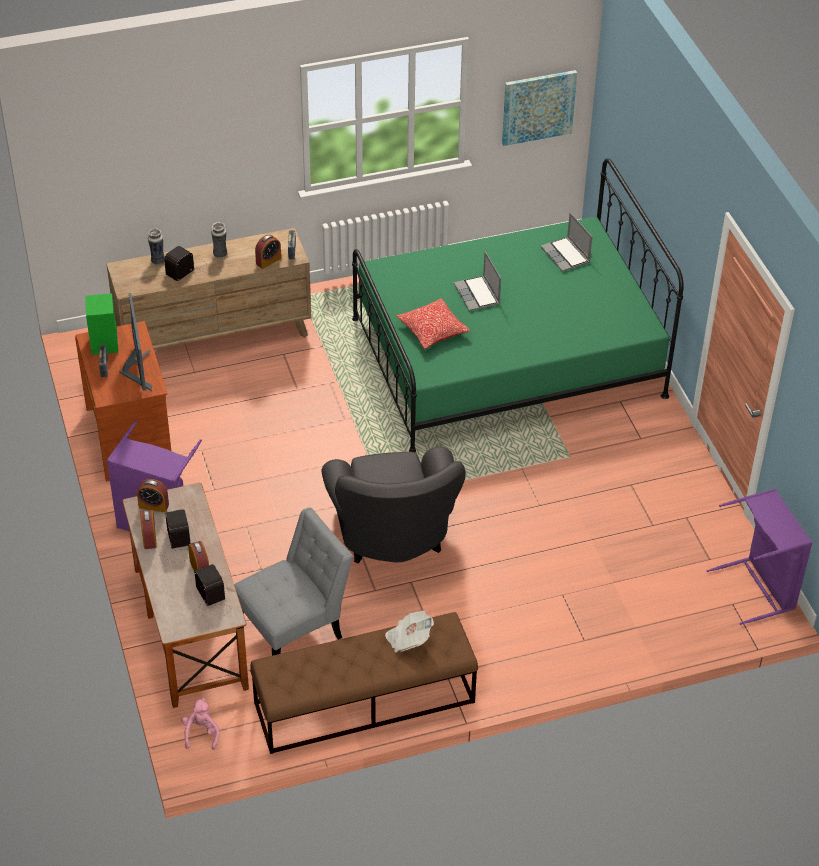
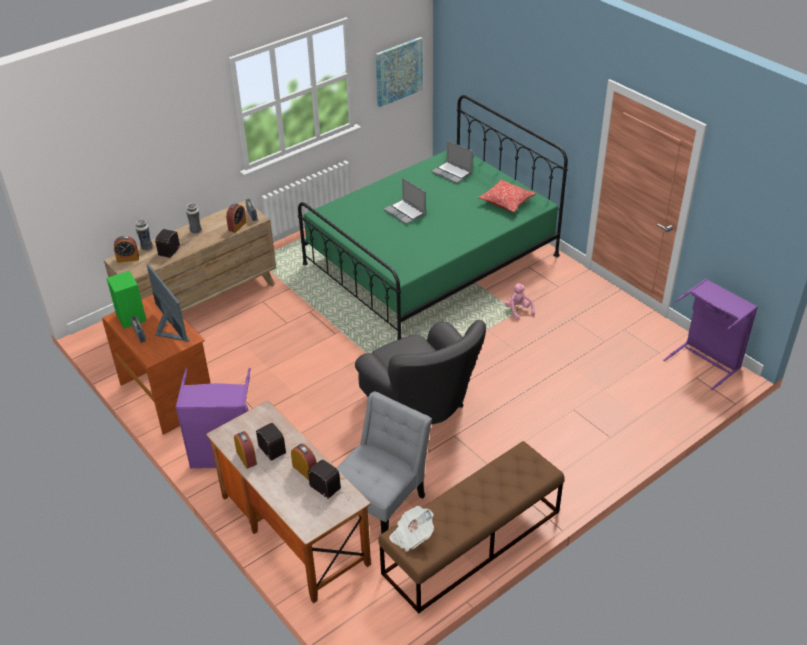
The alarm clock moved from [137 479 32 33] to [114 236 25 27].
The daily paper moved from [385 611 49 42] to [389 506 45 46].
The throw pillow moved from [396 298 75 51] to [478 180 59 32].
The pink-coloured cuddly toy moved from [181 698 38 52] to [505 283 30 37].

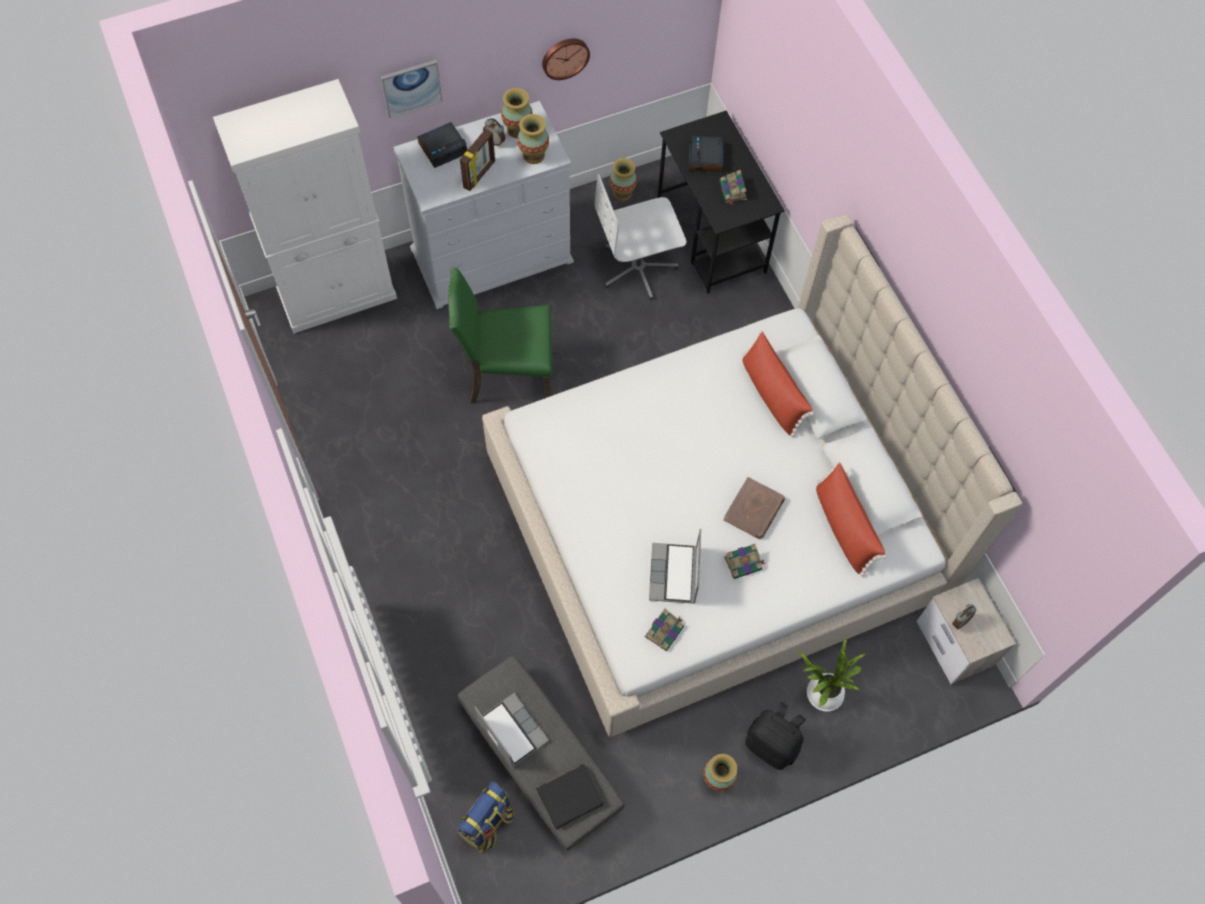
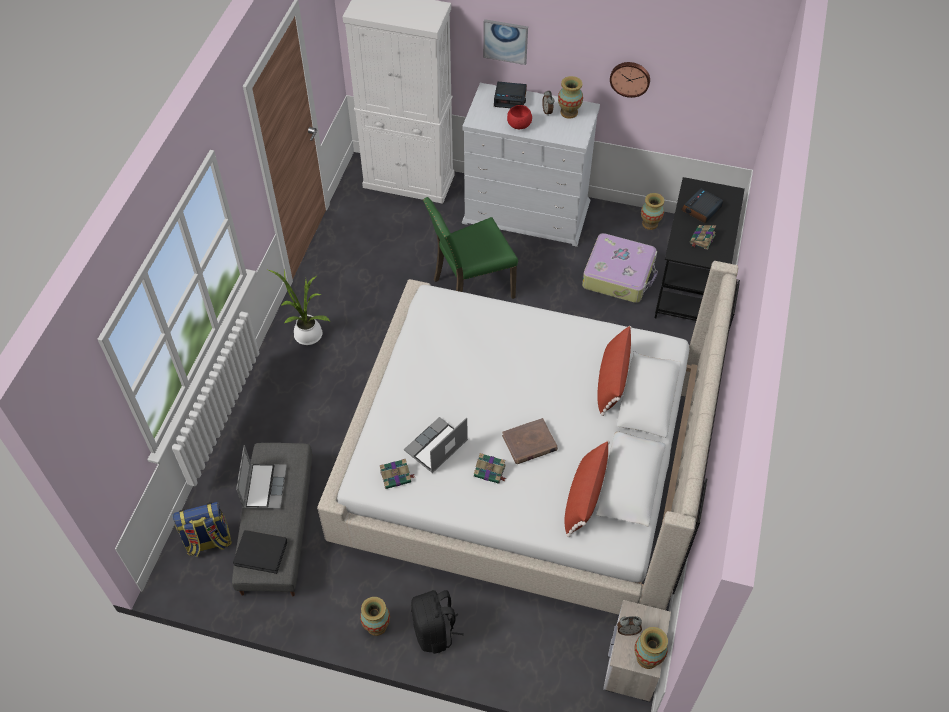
The houseplant moved from [798 637 68 74] to [268 269 62 76].
The green chair at [448 268 104 135] turned 60 degrees counterclockwise.
The picture frame at [460 129 35 62] was replaced by the red-coloured serving bowl at [507 105 25 24].
The white-coloured computer chair at [595 174 91 126] was replaced by the suitcase at [582 233 76 70].
The flower vase moved from [517 114 32 50] to [634 627 34 42].

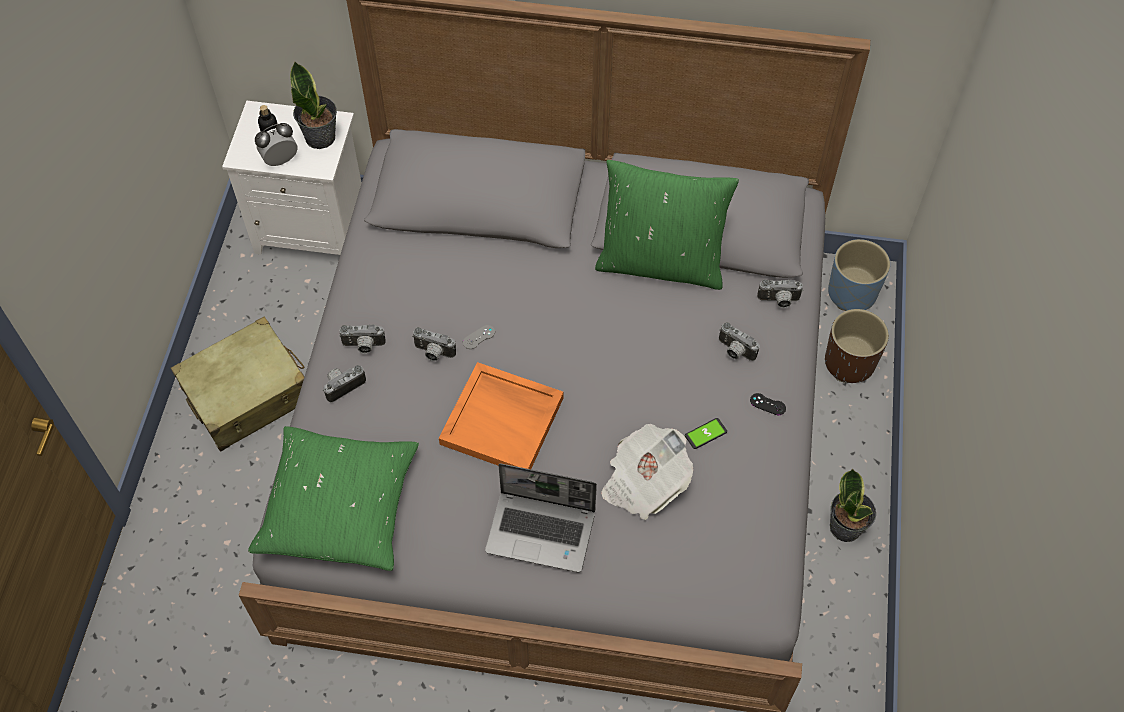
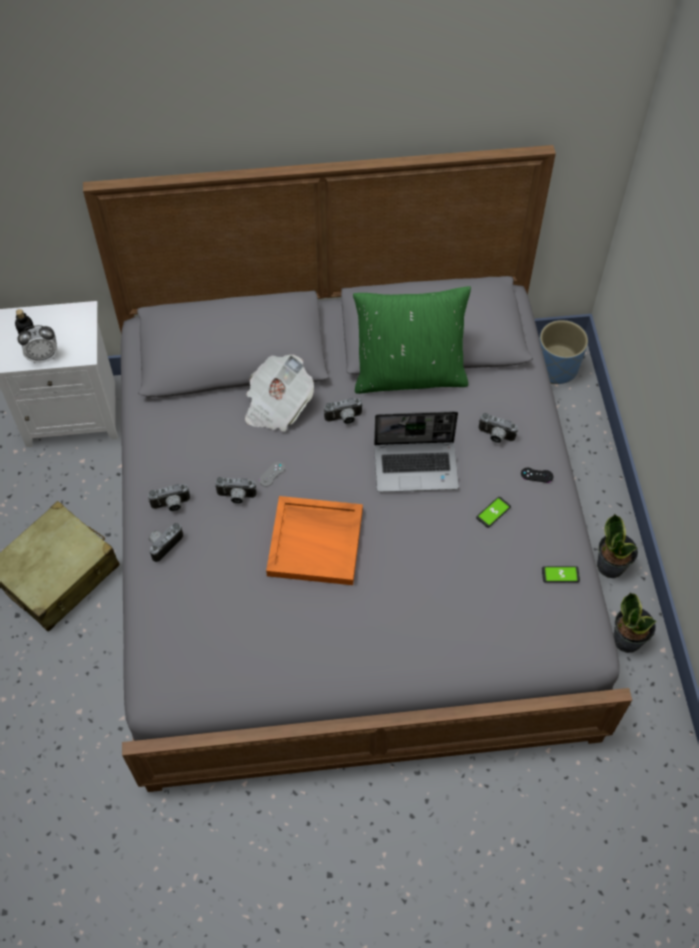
The alarm clock at [255 123 43 43] turned 150 degrees counterclockwise.
The daily paper moved from [601 424 92 96] to [245 355 69 77].
The still camera moved from [757 279 46 29] to [324 398 39 26].
The laptop moved from [485 464 112 108] to [374 411 85 81].
The telephone at [542 566 38 17] appeared.
The houseplant moved from [290 62 47 87] to [613 592 43 61].
The green throw pillow at [248 426 171 145] disappeared.
The brown planter at [825 309 64 74] disappeared.

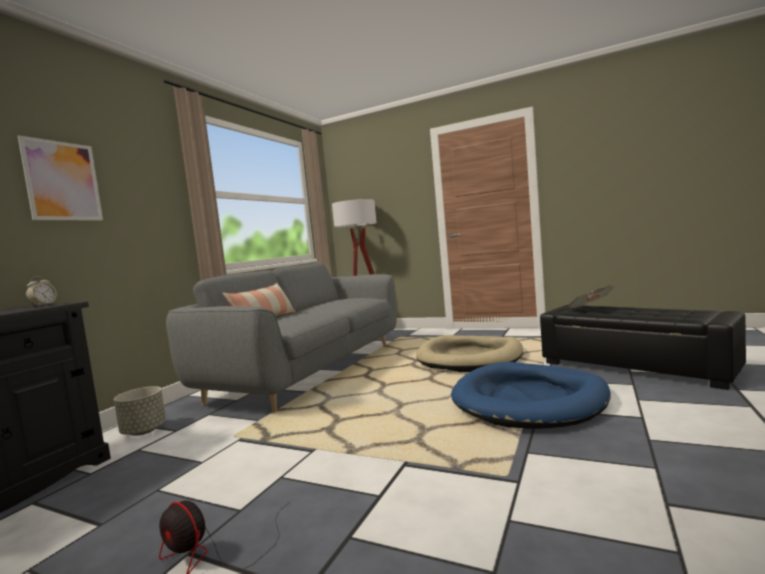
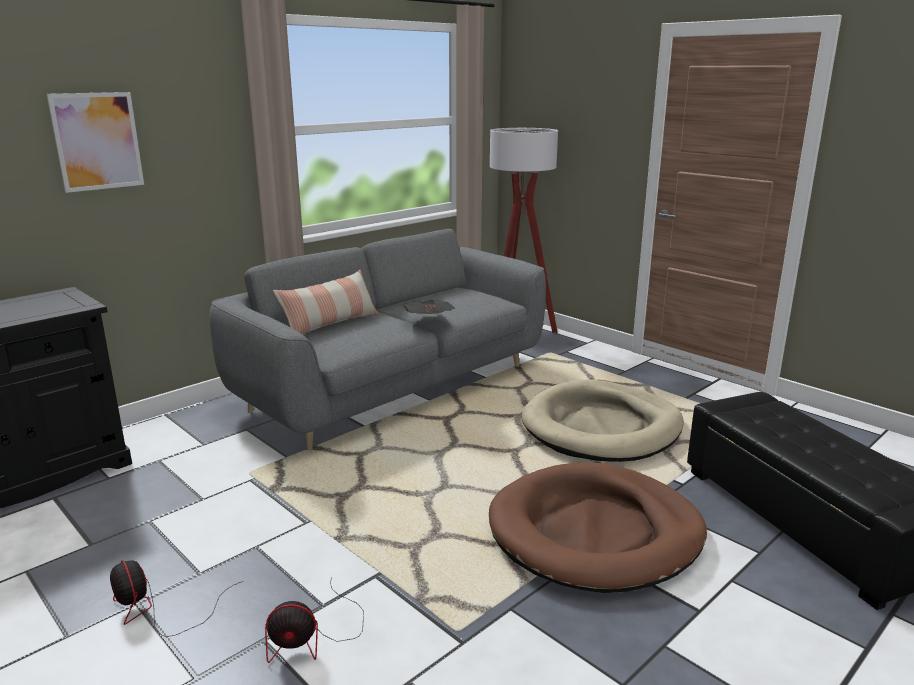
The cooling fan at [265 577 99 86] appeared.
The daily paper moved from [566 285 48 23] to [401 300 54 14].
The blue dog bed at [451 362 159 67] became the brown dog bed at [489 462 218 131].
The alarm clock at [26 276 31 30] disappeared.
The greyish planter at [114 386 52 50] disappeared.

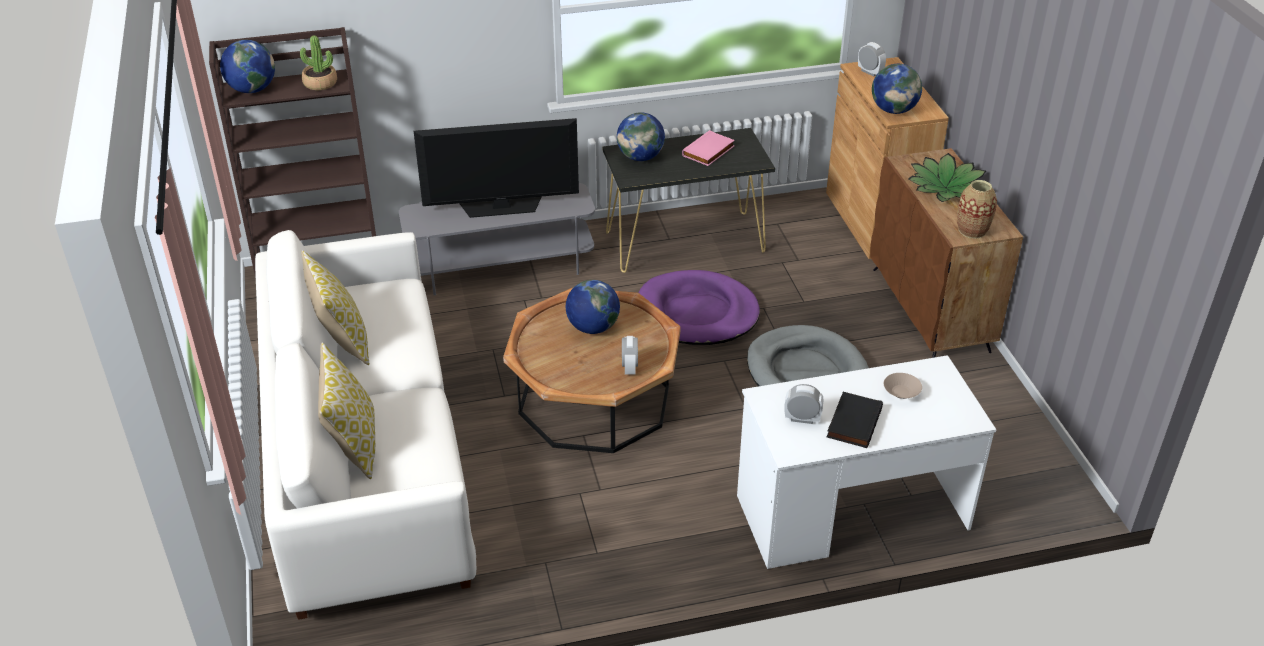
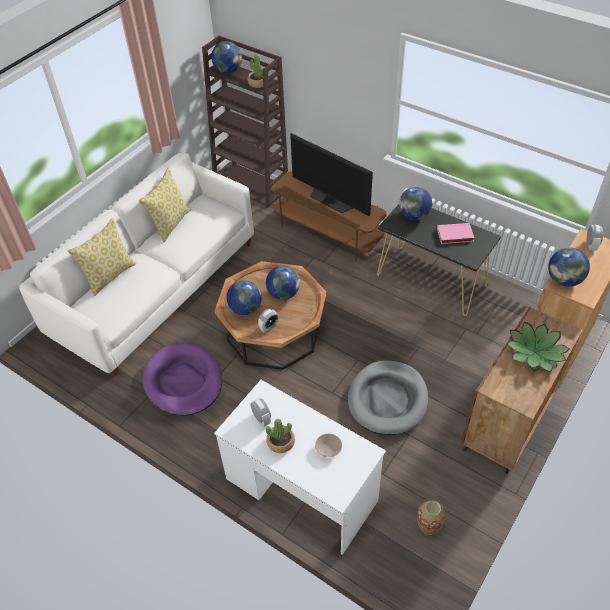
The purple dog bed moved from [638 270 122 75] to [143 342 79 74].
The desk globe at [227 280 34 35] appeared.
The black bound book at [827 392 56 56] was replaced by the houseplant at [266 419 29 34].
The greyish tv unit at [399 183 196 113] became the brown tv unit at [271 172 116 90].
The flower vase moved from [957 180 40 59] to [417 500 28 35].

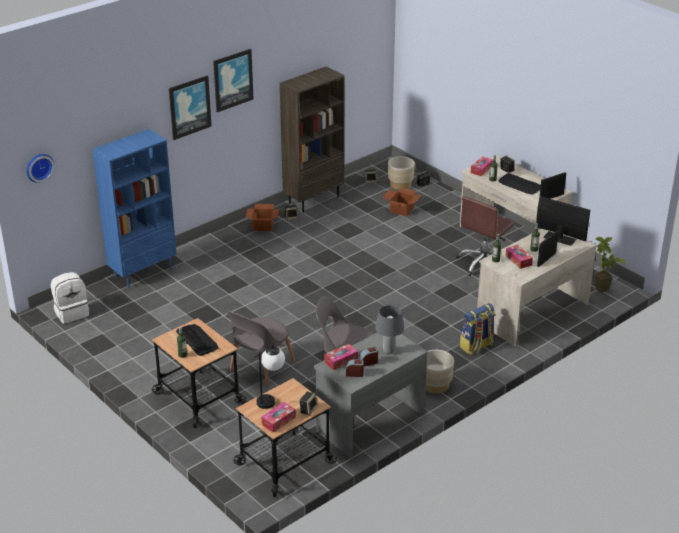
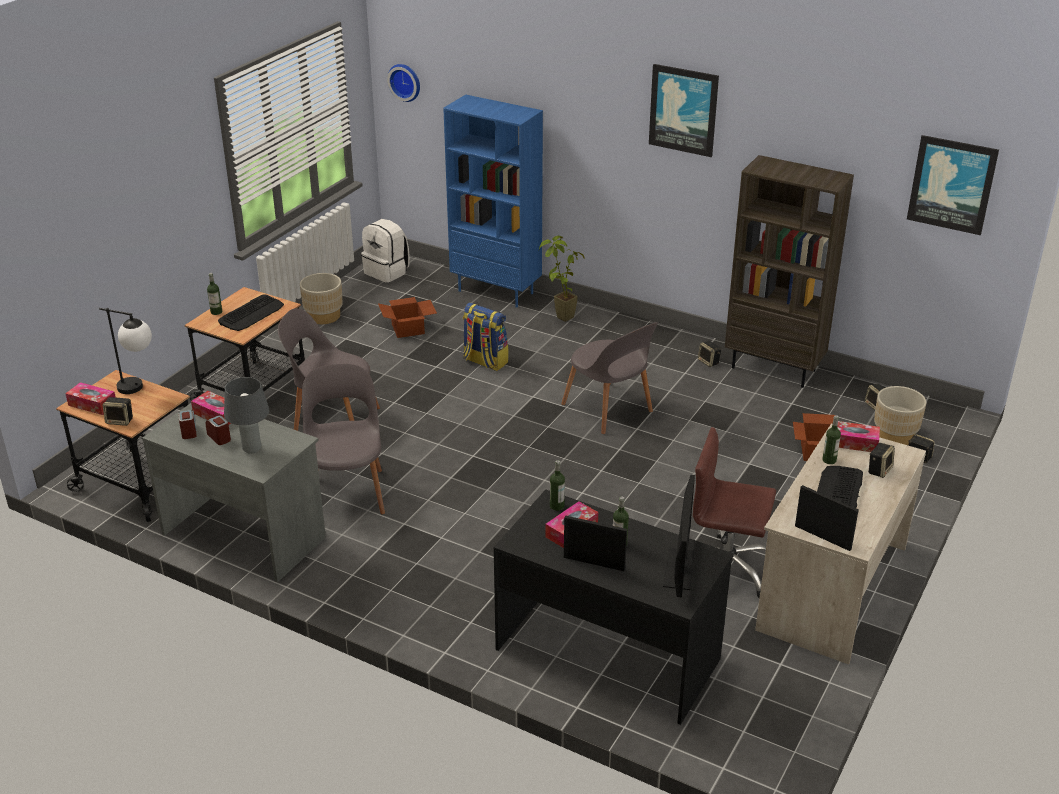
The sand-coloured planter moved from [426 350 28 44] to [300 273 42 51].
The packing box moved from [245 204 34 27] to [378 297 59 41].
The rucksack moved from [460 303 35 52] to [463 302 45 69].
The sand-coloured desk at [477 229 120 118] became the black desk at [494 490 240 235].
The houseplant moved from [595 237 31 56] to [539 236 45 86].
The greyish chair at [561 322 97 112] appeared.
The picture moved from [169 75 43 65] to [907 135 92 100].

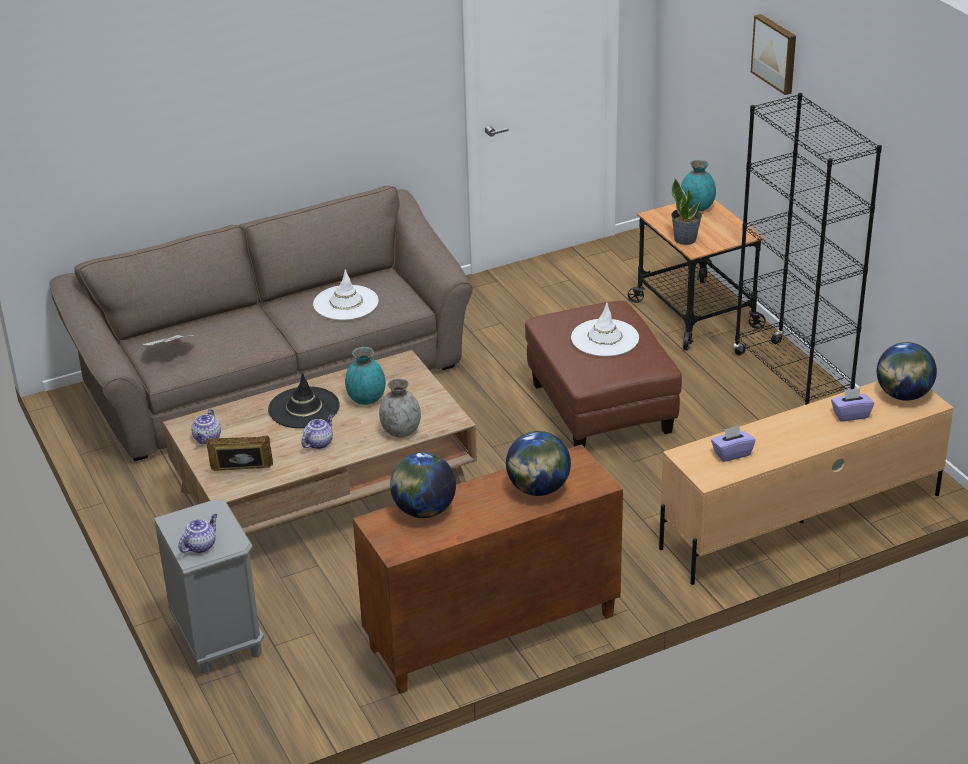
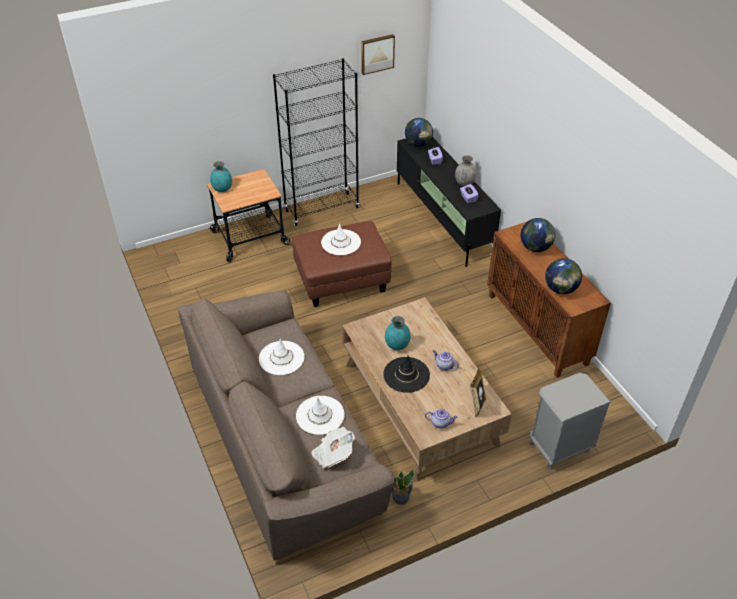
The white-coloured clothing hat at [296 396 49 39] appeared.
The picture moved from [751 14 45 81] to [361 34 34 41].
The houseplant moved from [671 179 31 66] to [391 470 23 35].
The sand-coloured tv unit at [659 381 295 204] became the black tv unit at [397 137 104 130].
The greyish flower vase moved from [379 378 42 59] to [455 155 22 31].
The tea pot at [178 514 39 39] disappeared.

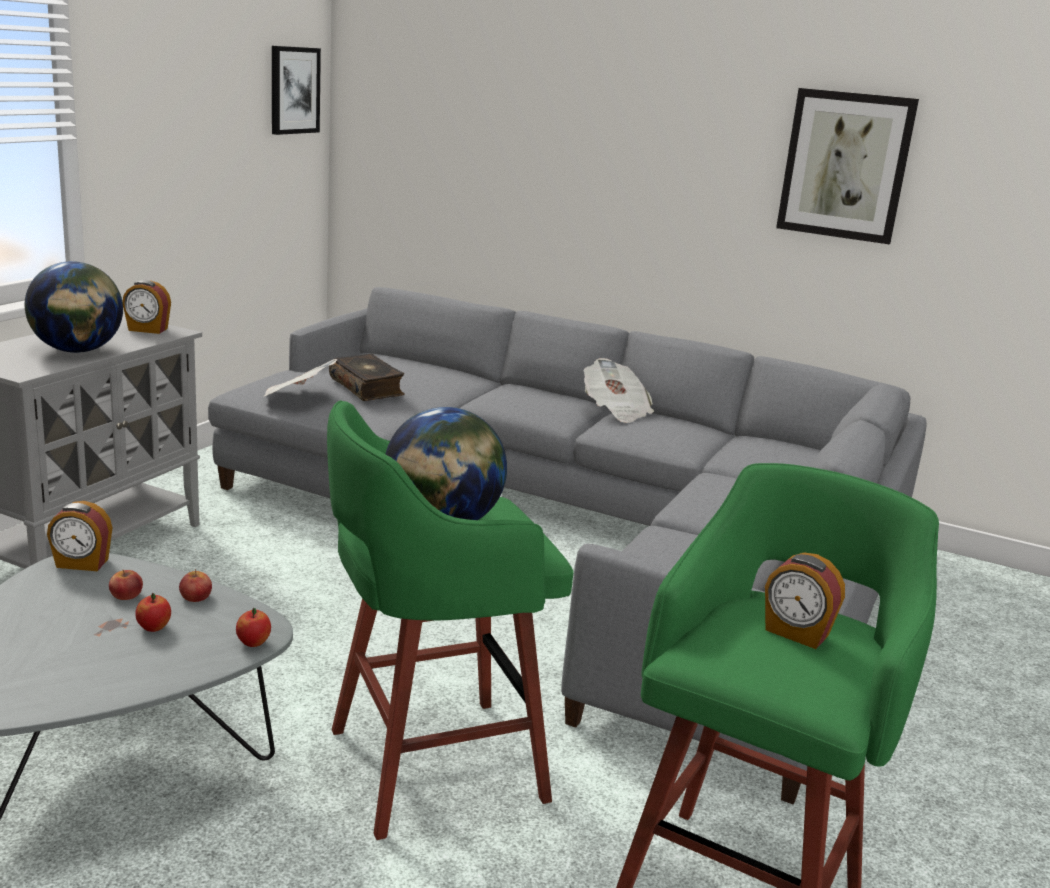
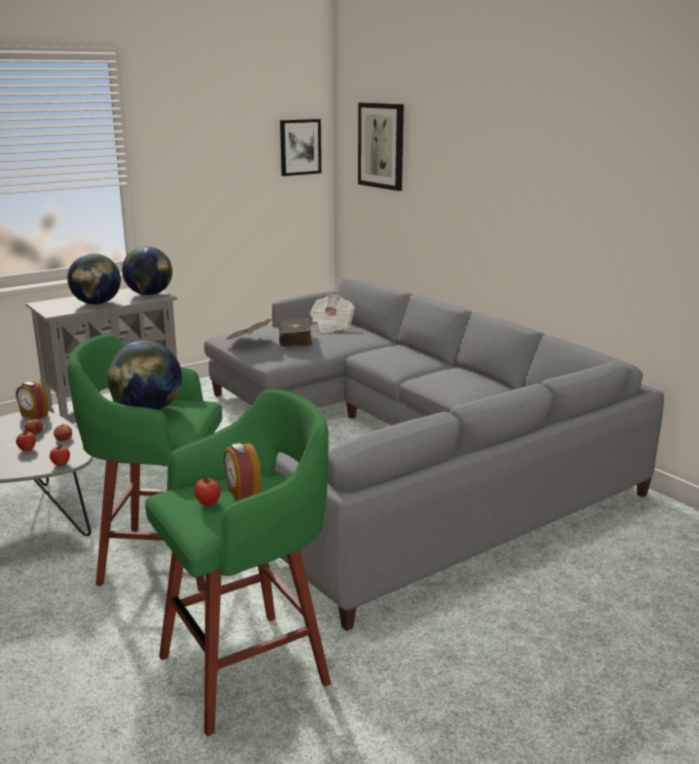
The alarm clock at [122 280 49 54] was replaced by the desk globe at [122 246 50 49].
The whole apple at [194 476 27 30] appeared.
The daily paper moved from [584 358 70 65] to [310 295 45 38].
The picture moved from [776 88 143 156] to [358 103 46 88].

